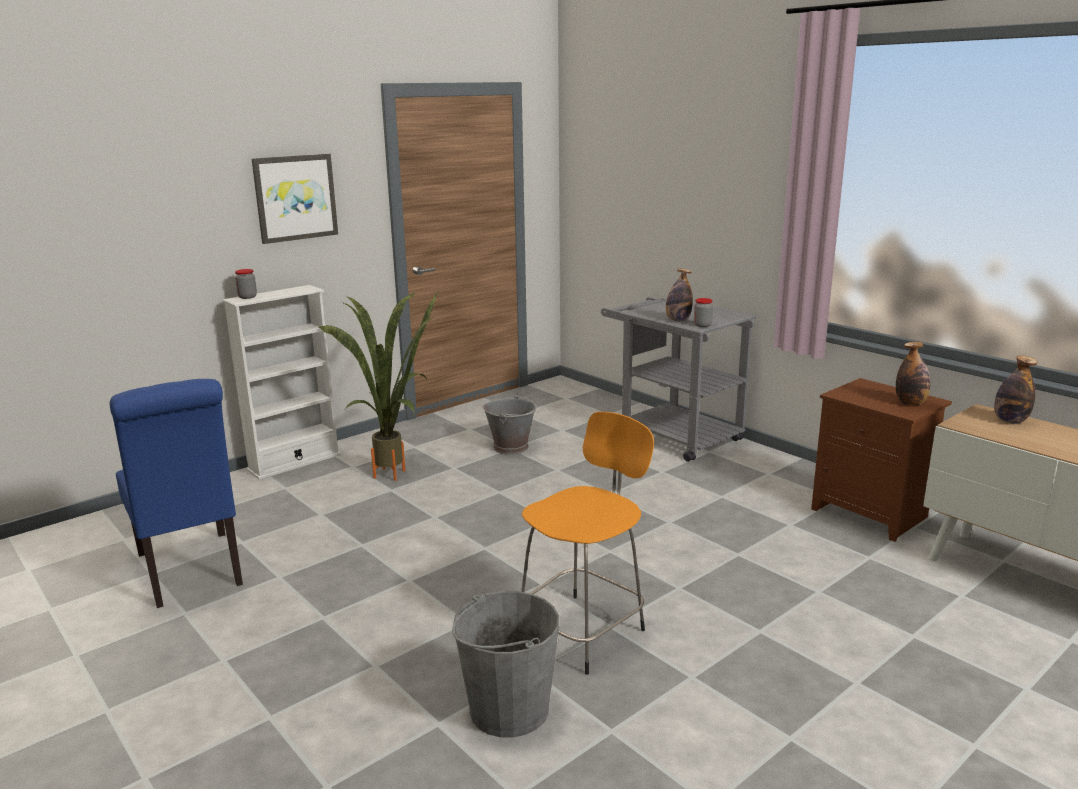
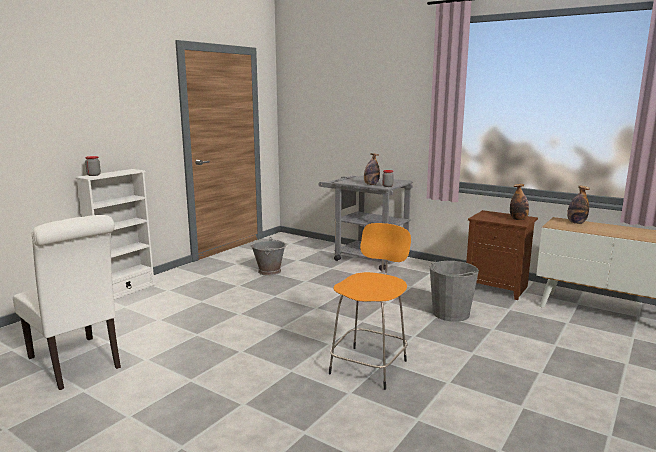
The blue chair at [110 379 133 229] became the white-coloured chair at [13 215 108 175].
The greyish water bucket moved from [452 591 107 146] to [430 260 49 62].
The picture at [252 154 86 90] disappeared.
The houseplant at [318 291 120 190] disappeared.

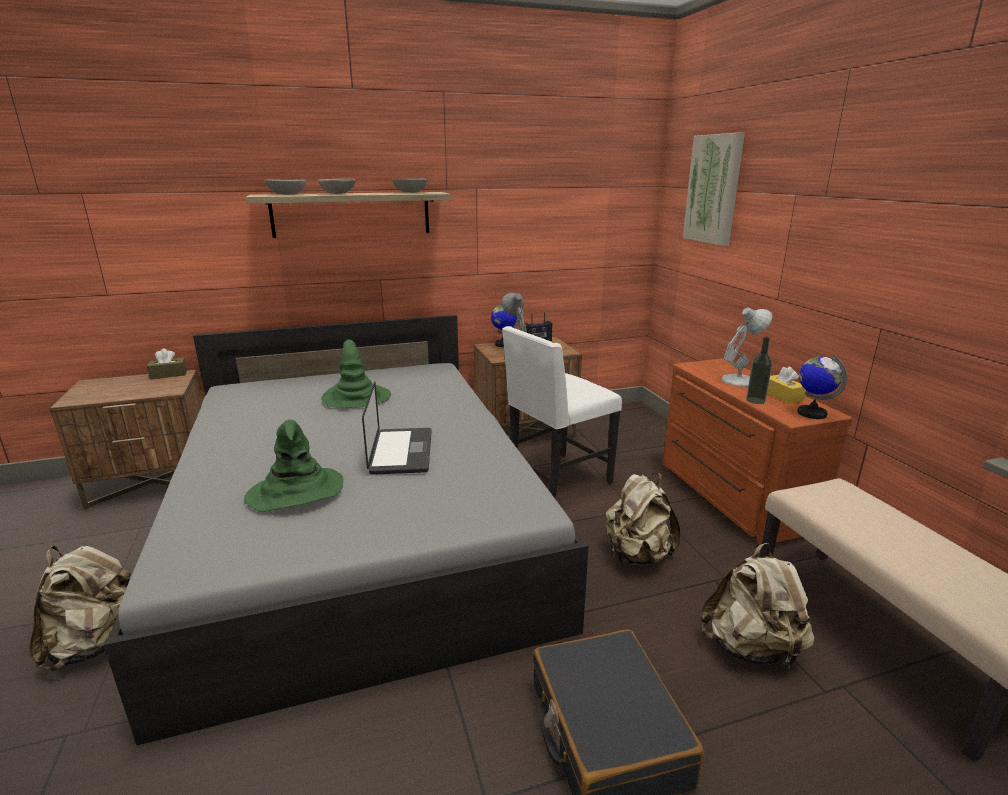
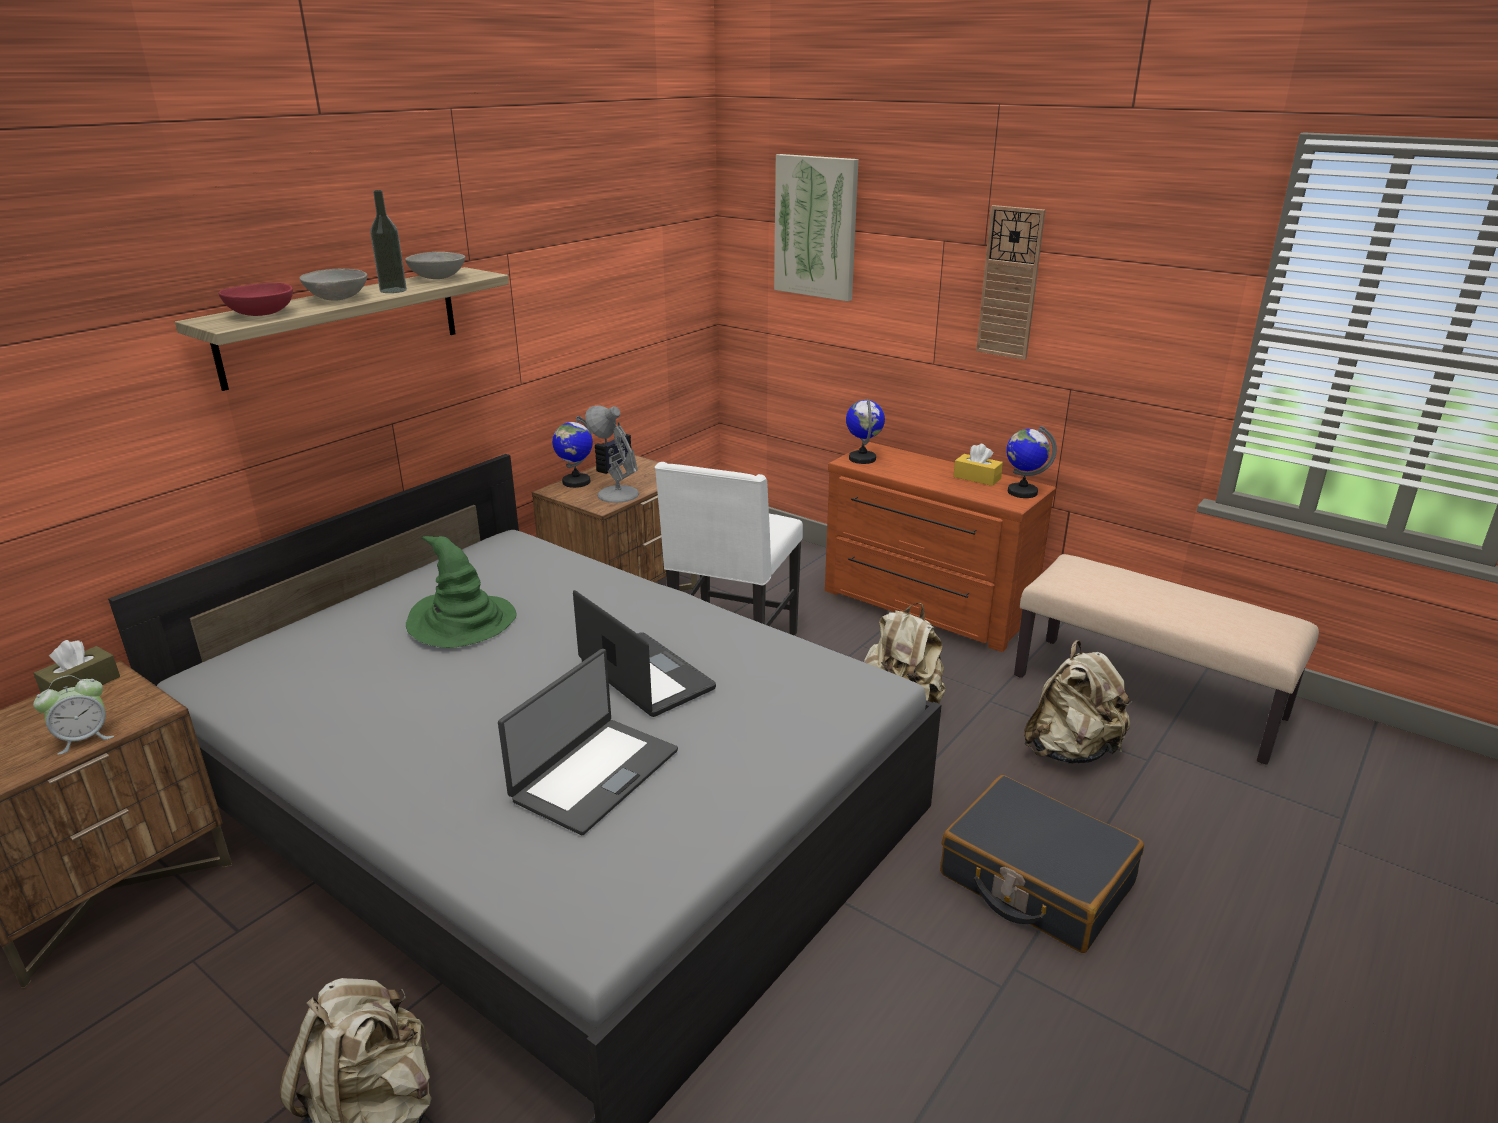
The alarm clock at [33 675 81 80] appeared.
The greyish serving bowl at [264 179 42 16] became the red-coloured serving bowl at [218 283 75 33].
The drink bottle moved from [746 336 26 68] to [370 190 37 103].
The green clothing hat at [244 419 99 93] was replaced by the laptop at [498 649 180 186].
The desk globe at [846 399 39 65] appeared.
The wall clock at [976 205 69 155] appeared.
The white-coloured tabletop lamp at [721 307 52 80] disappeared.

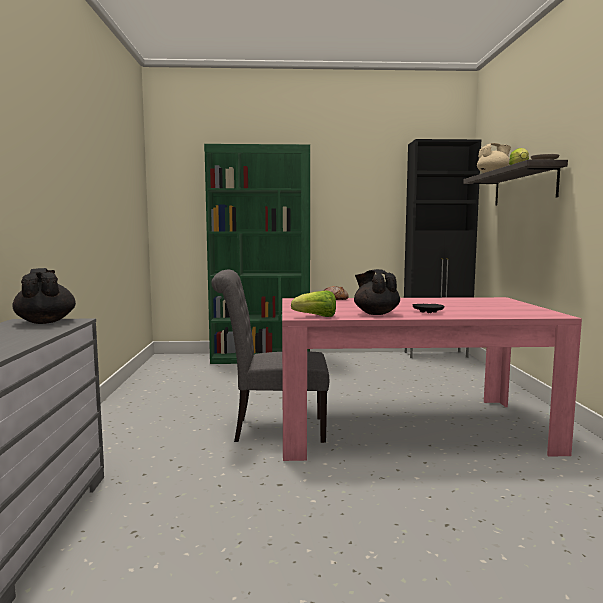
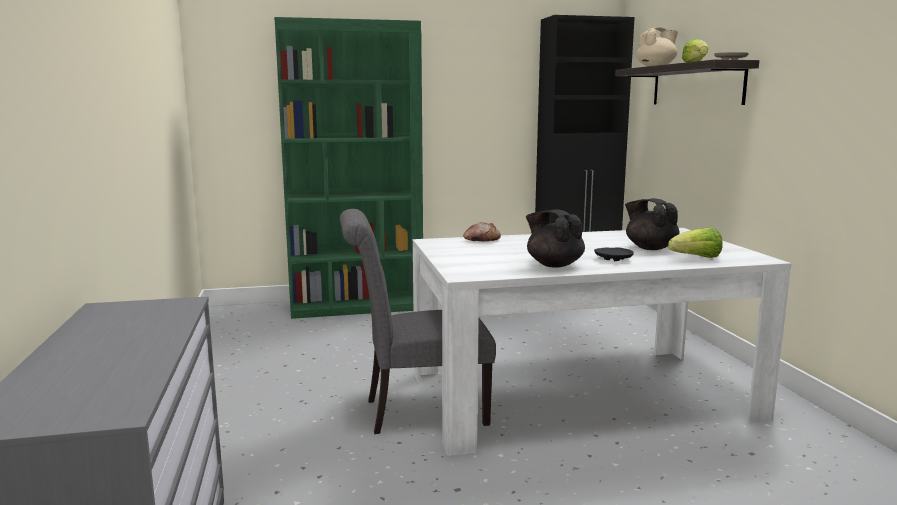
The pink-coloured dinner table at [282 297 300 164] became the white-coloured dinner table at [413 228 378 228].
The black tea pot moved from [12 268 64 56] to [625 198 54 52].
The lettuce head moved from [291 290 45 27] to [668 227 55 31].

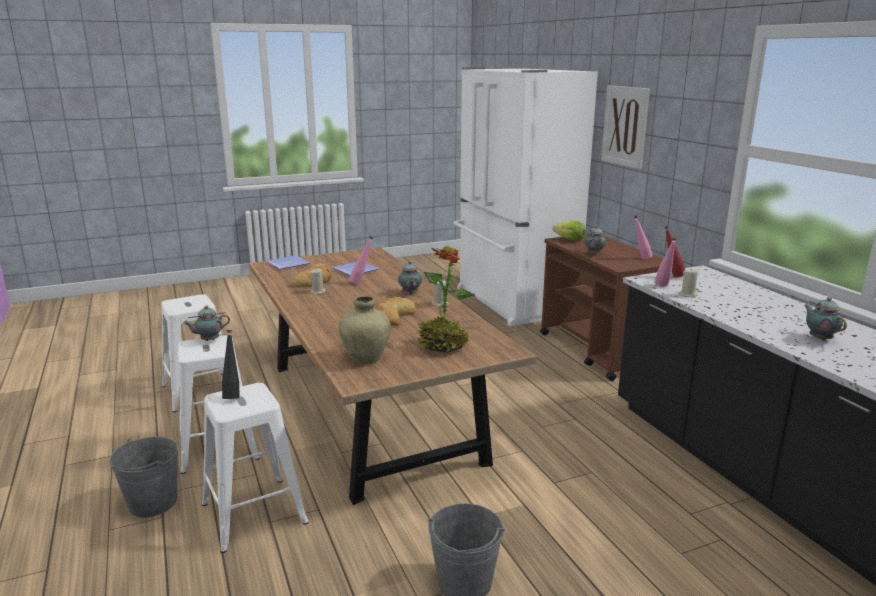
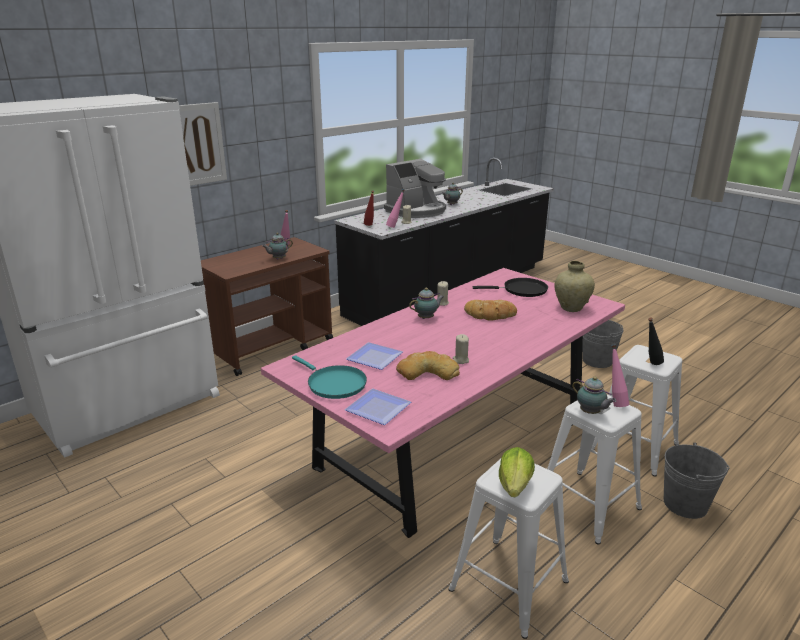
The brown dinner table at [249 247 287 258] became the pink-coloured dinner table at [261 268 364 270].
The turquoise-coloured pan at [292 355 75 44] appeared.
The coffee maker at [384 159 62 59] appeared.
The houseplant at [417 246 58 107] was replaced by the black pan at [473 278 75 19].
The lettuce head moved from [553 220 32 21] to [499 447 36 51].
The pink-coloured drink bottle moved from [349 236 24 48] to [611 345 18 62].

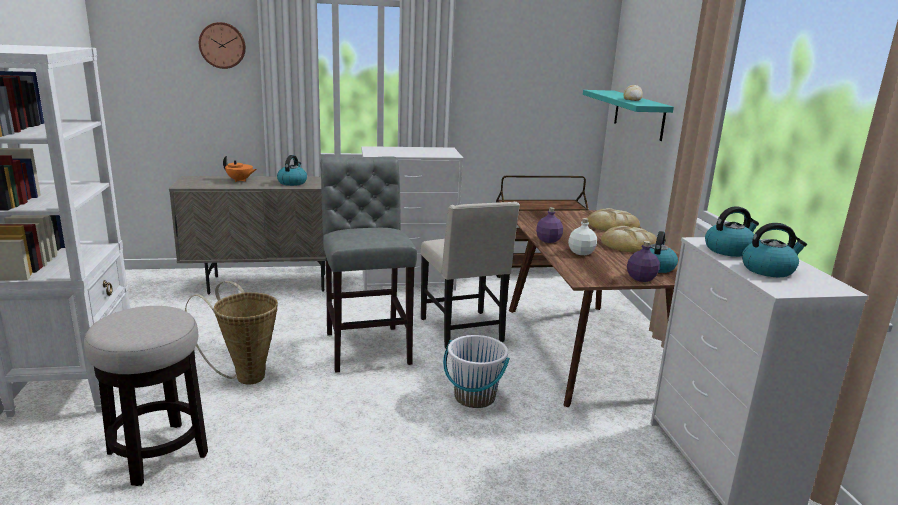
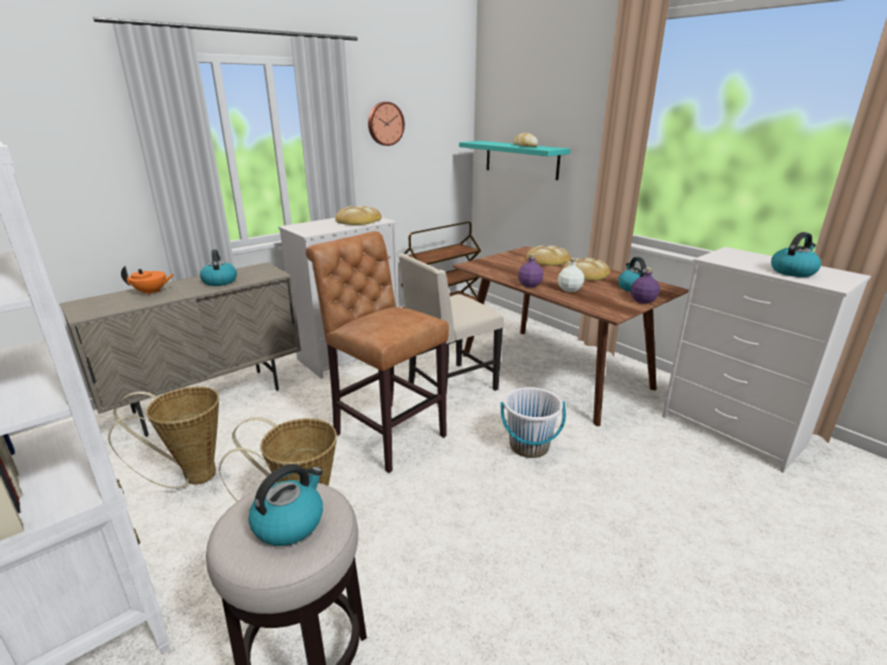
The basket at [108 386 111 103] appeared.
The water kettle moved from [705 206 54 51] to [248 464 75 82].
The greyish stool at [320 157 97 216] became the brown stool at [306 231 143 242].
The bakery bread at [336 205 45 20] appeared.
The wall clock moved from [199 22 47 47] to [368 102 37 44].
The sand-coloured chair at [421 202 99 147] turned 105 degrees clockwise.

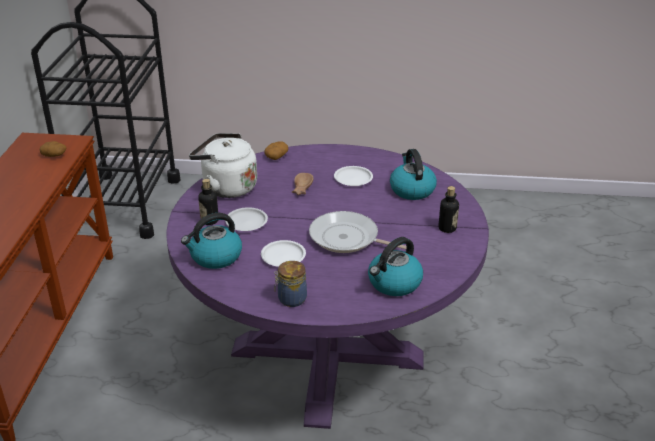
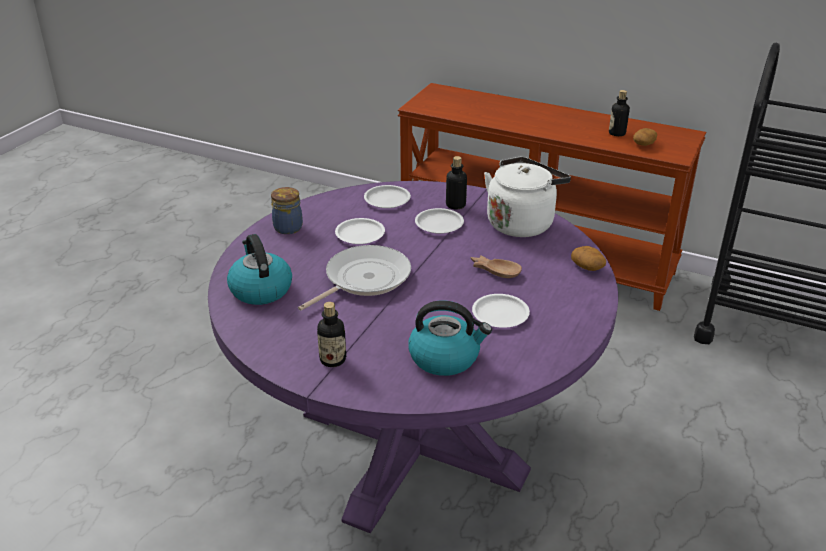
The water kettle at [181 213 61 56] was replaced by the white-coloured flat dish at [364 185 47 23].
The drink bottle at [609 90 21 46] appeared.

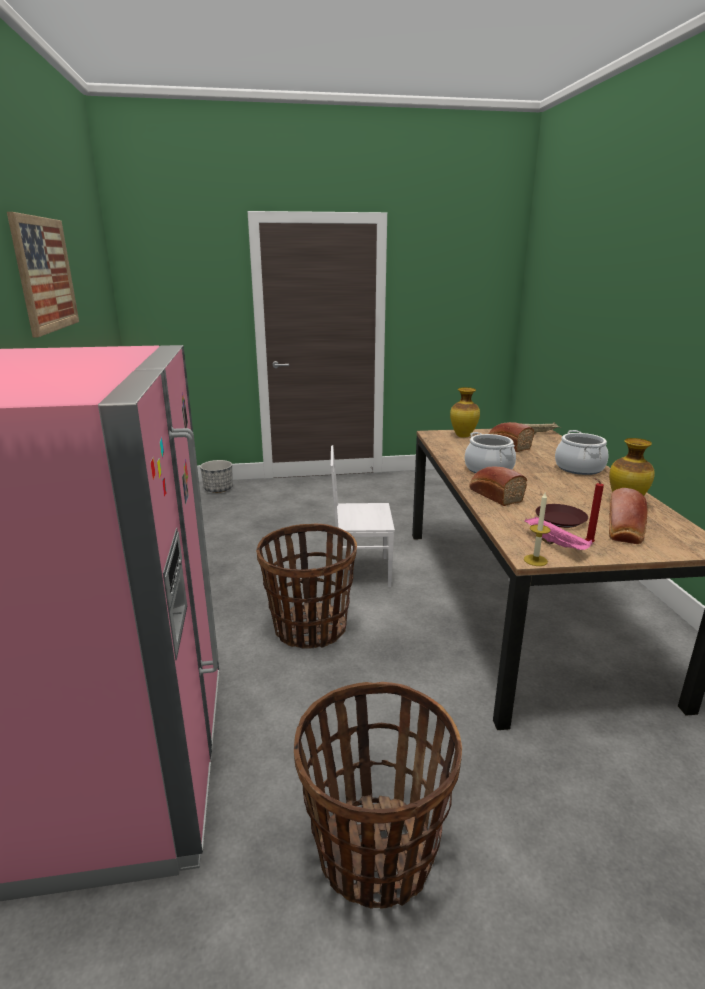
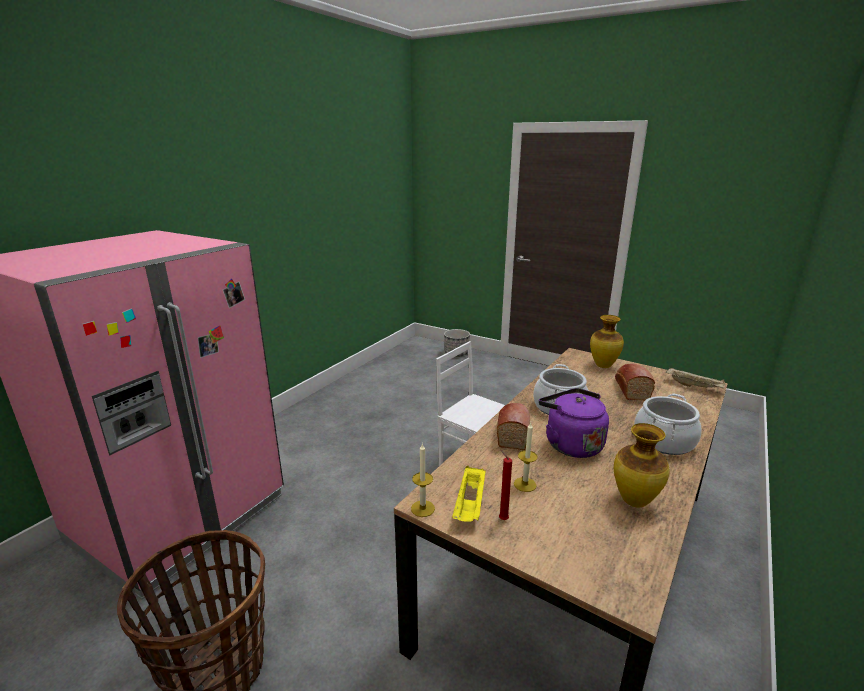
The pink-coloured carrying tray at [525 517 68 33] became the yellow carrying tray at [452 466 34 56].
The brown flat dish at [535 504 53 24] was replaced by the wax light at [514 423 24 69].
The purple water kettle at [539 388 70 70] appeared.
The picture at [7 212 72 126] disappeared.
The basket at [256 524 101 125] disappeared.
The bakery bread at [609 488 39 56] disappeared.

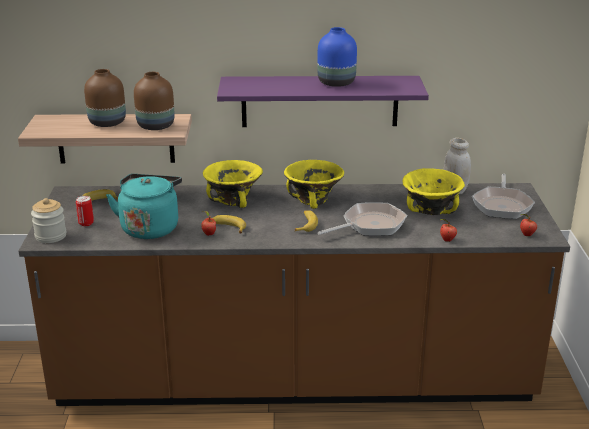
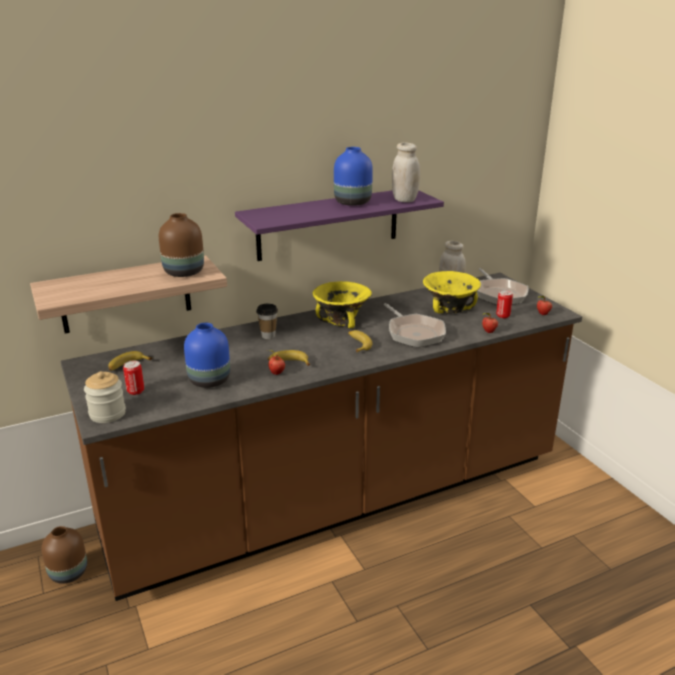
The brown flower vase moved from [84 69 42 58] to [41 526 46 58].
The turquoise-coloured water kettle at [106 174 76 65] was replaced by the blue flower vase at [184 323 46 65].
The yellow serving bowl at [203 160 60 48] was replaced by the cup at [256 304 22 35].
The pan at [318 202 89 34] turned 120 degrees clockwise.
The white-coloured jar at [392 142 28 60] appeared.
The metal can at [496 290 17 28] appeared.

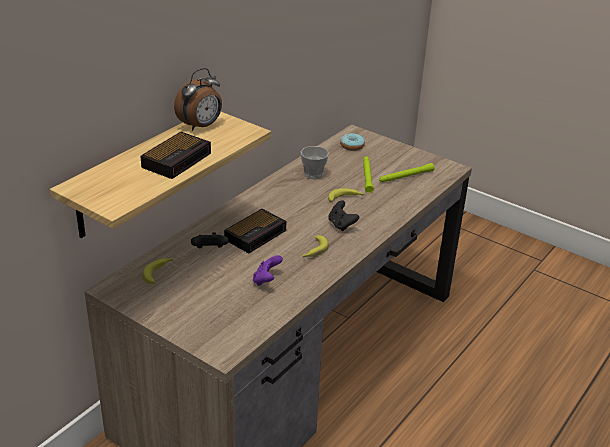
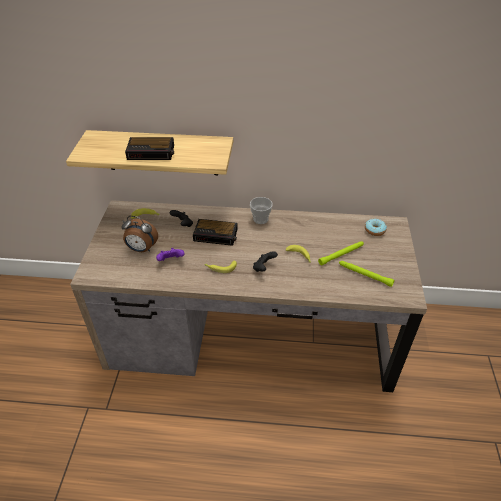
The alarm clock moved from [174 68 48 63] to [121 216 37 36].
The cup moved from [301 146 28 33] to [250 197 23 27].

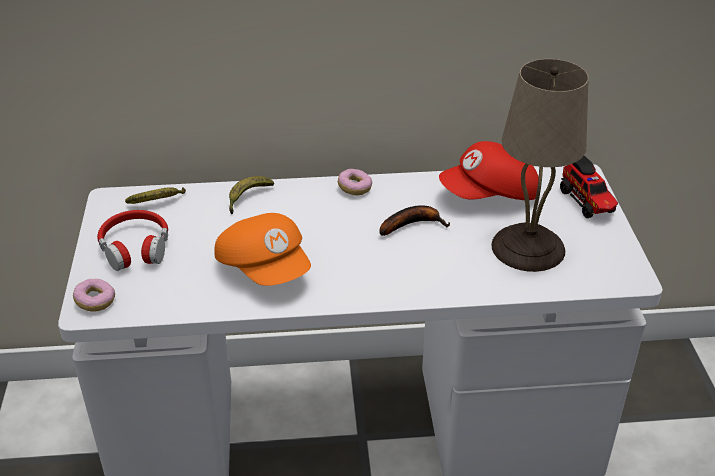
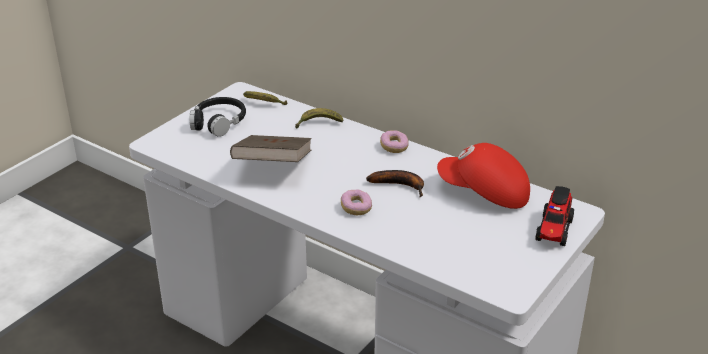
The red-coloured pair of headphones at [97 210 71 61] became the black pair of headphones at [190 97 56 40].
The orange cap at [214 213 97 73] was replaced by the brown bound book at [230 135 82 27].
The donut moved from [73 279 42 33] to [341 190 31 25].
The sand-coloured tabletop lamp at [491 59 98 213] disappeared.

